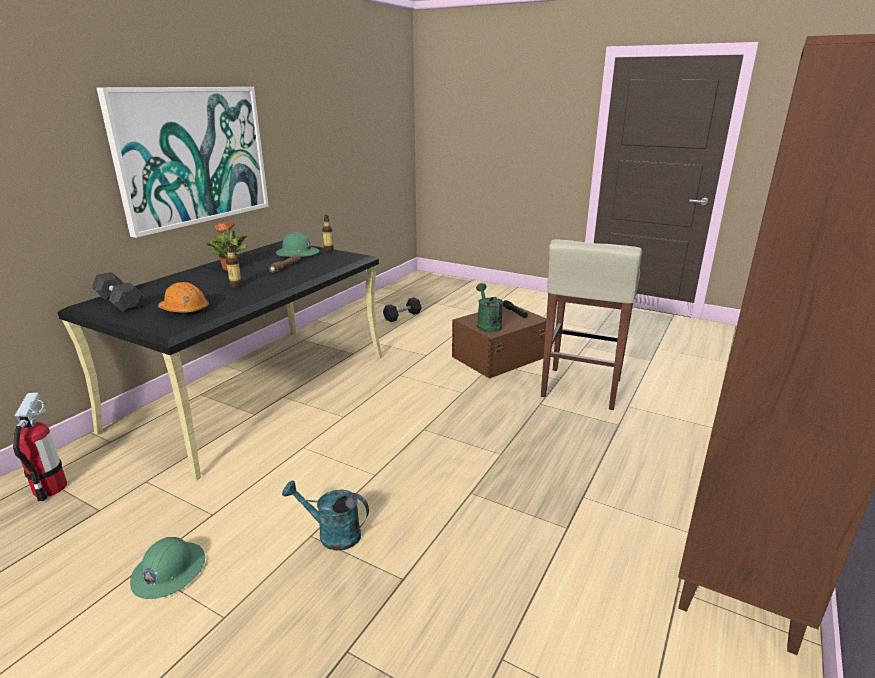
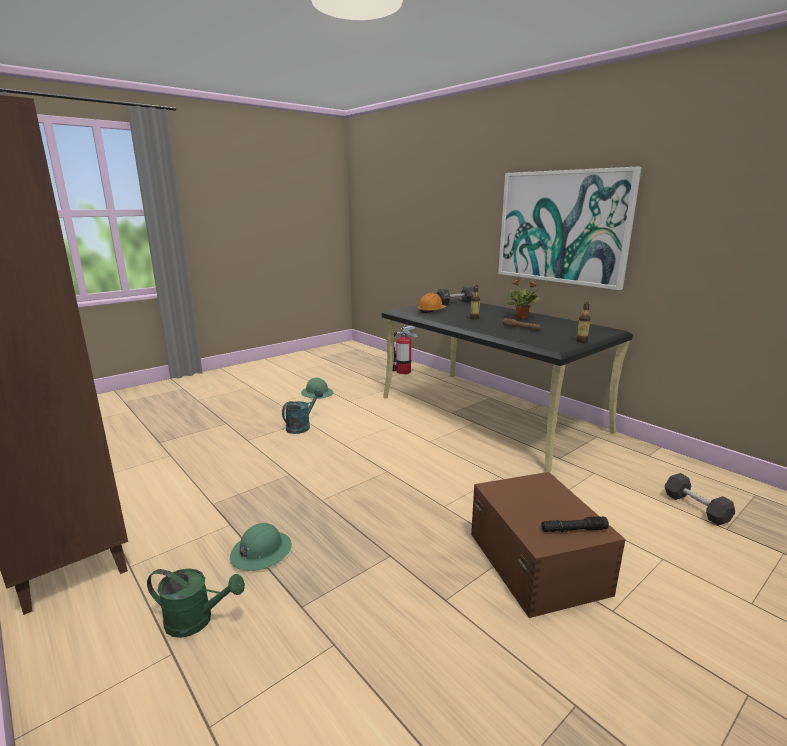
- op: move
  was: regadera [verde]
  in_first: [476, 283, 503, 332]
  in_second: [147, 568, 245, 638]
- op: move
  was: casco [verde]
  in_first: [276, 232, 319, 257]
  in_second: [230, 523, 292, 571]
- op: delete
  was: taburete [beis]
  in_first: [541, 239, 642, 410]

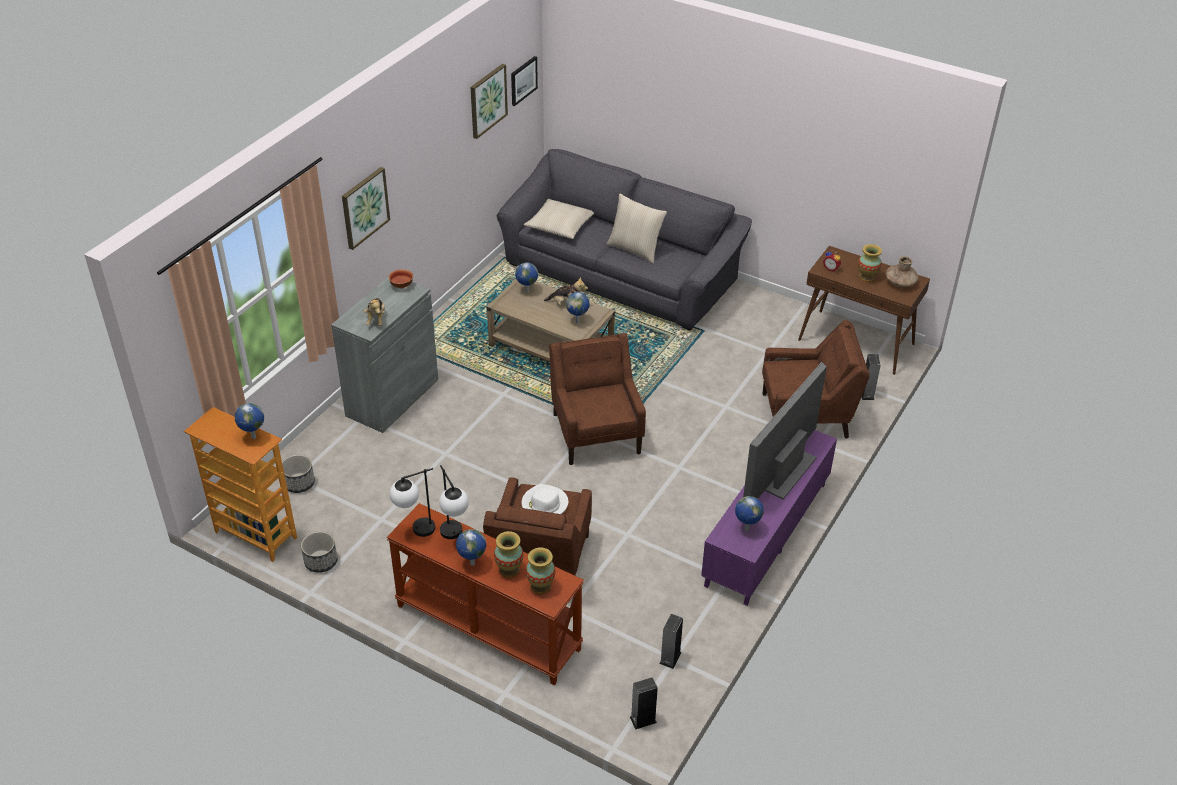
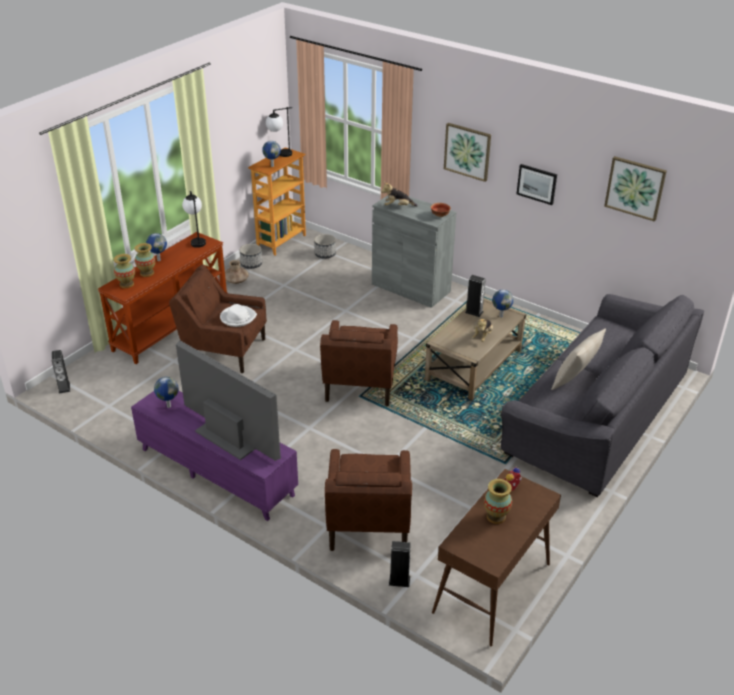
- op: move
  was: florero [marrón]
  in_first: [886, 256, 919, 287]
  in_second: [225, 260, 249, 284]
- op: move
  was: lámpara de mesa
  in_first: [439, 465, 469, 539]
  in_second: [266, 107, 292, 157]
- op: rotate
  was: sillón [marrón]
  in_first: [549, 333, 646, 465]
  in_second: [320, 320, 398, 406]
  clockwise: 105
- op: move
  was: altavoz
  in_first: [659, 614, 683, 669]
  in_second: [465, 275, 486, 317]
- op: move
  was: cuadro
  in_first: [511, 56, 538, 106]
  in_second: [517, 164, 557, 205]
- op: delete
  was: cojín [beis]
  in_first: [524, 199, 594, 239]
- op: delete
  was: globo terráqueo
  in_first: [566, 292, 590, 323]

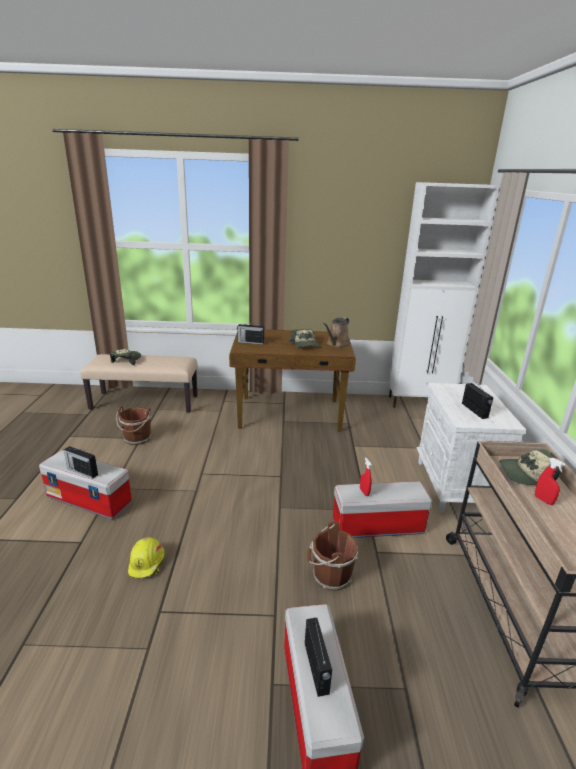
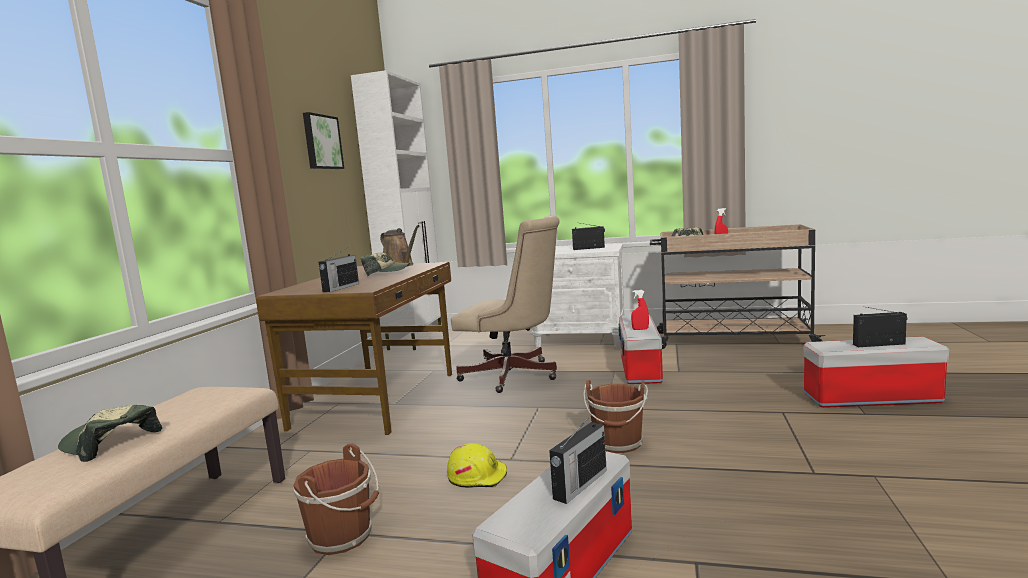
- op: insert
  now: cuadro
  in_second: [303, 112, 344, 169]
- op: move
  was: casco [amarillo]
  in_first: [128, 537, 165, 579]
  in_second: [447, 443, 507, 488]
- op: insert
  now: silla de oficina [beis]
  in_second: [451, 215, 560, 393]
- op: move
  was: cubo [marrón]
  in_first: [307, 521, 358, 590]
  in_second: [583, 380, 648, 453]

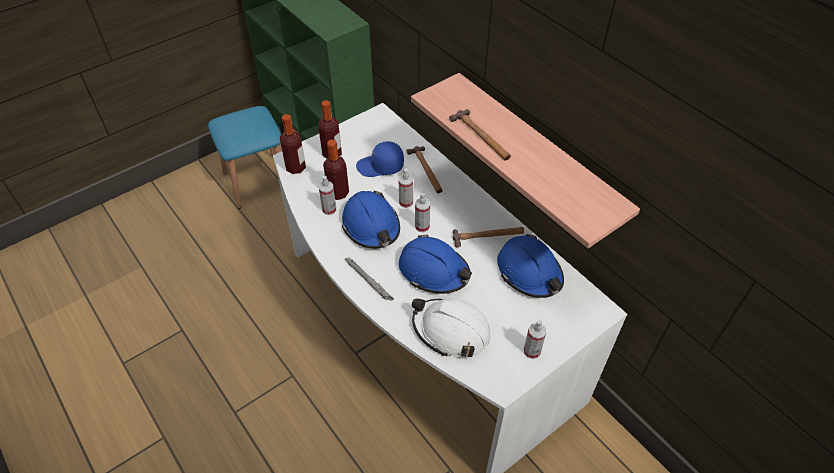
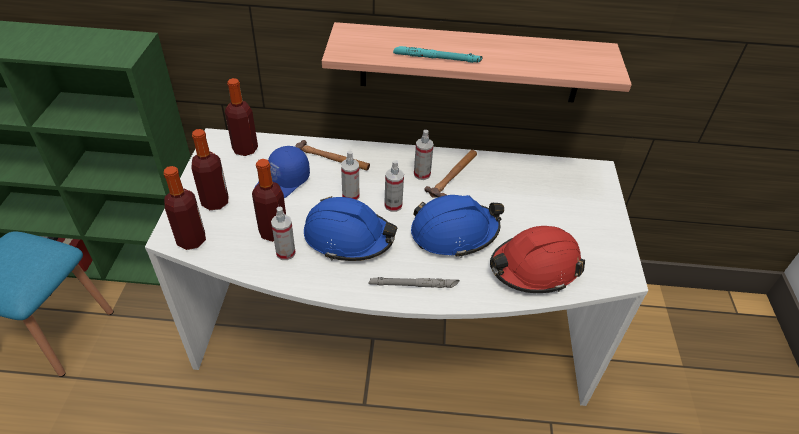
- op: insert
  now: botella
  in_second: [225, 78, 258, 156]
- op: replace
  was: martillo
  now: linterna [turquesa]
  in_first: [449, 109, 511, 161]
  in_second: [393, 46, 483, 63]
- op: move
  was: pulverizador
  in_first: [524, 320, 546, 359]
  in_second: [414, 130, 434, 180]
- op: recolor
  was: casco [blanco]
  now: casco [rojo]
  in_first: [412, 298, 491, 357]
  in_second: [490, 226, 585, 293]
- op: delete
  was: casco [azul]
  in_first: [497, 234, 564, 298]

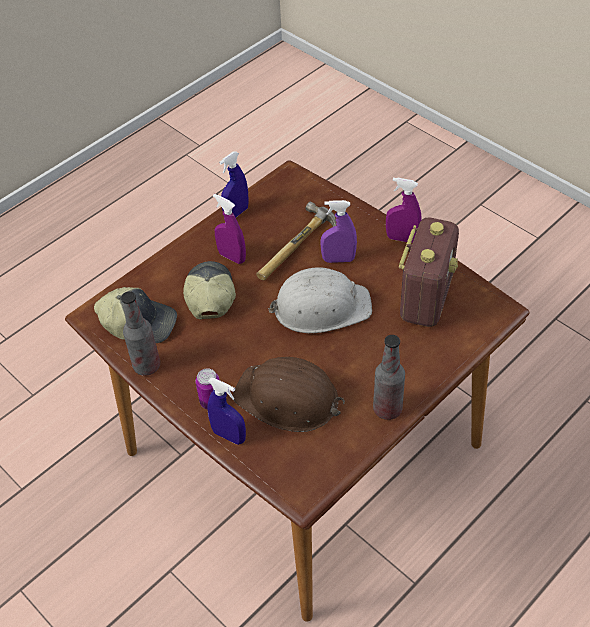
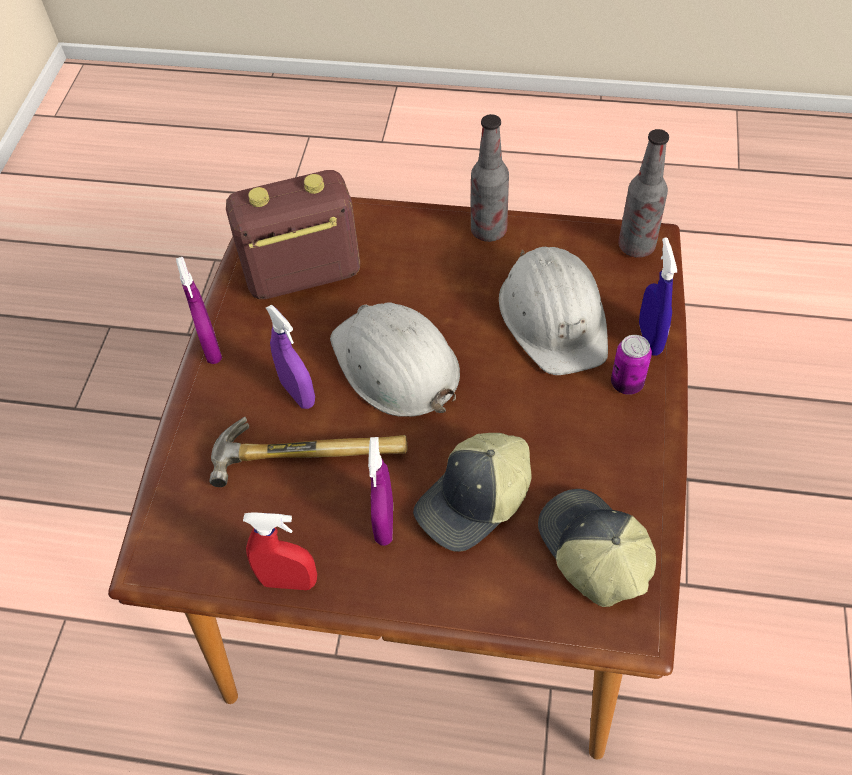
- op: recolor
  was: pulverizador [azul]
  now: pulverizador [rojo]
  in_first: [219, 152, 249, 218]
  in_second: [243, 512, 317, 590]
- op: recolor
  was: casco [marrón]
  now: casco [blanco]
  in_first: [233, 357, 345, 432]
  in_second: [499, 247, 608, 375]
- op: move
  was: botella
  in_first: [121, 291, 160, 376]
  in_second: [618, 129, 669, 258]

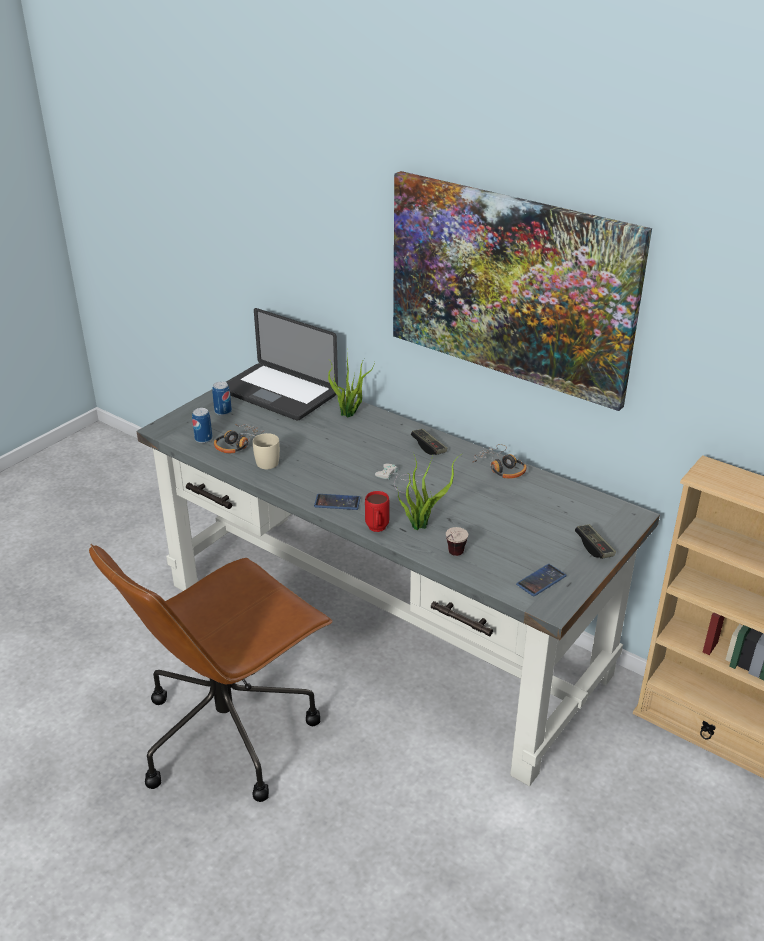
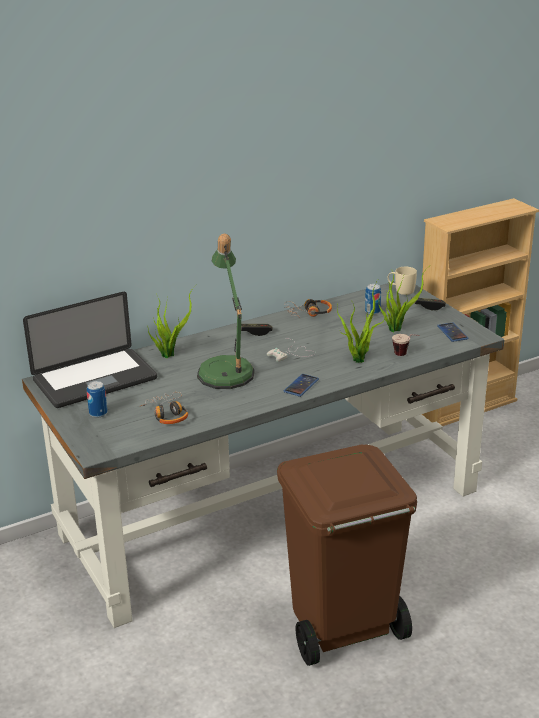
- op: insert
  now: lámpara de mesa
  in_second: [197, 234, 255, 389]
- op: replace
  was: silla de oficina [marrón]
  now: papelera [marrón]
  in_first: [89, 544, 333, 802]
  in_second: [277, 444, 417, 666]
- op: move
  was: lata
  in_first: [192, 408, 213, 443]
  in_second: [365, 284, 381, 315]
- op: insert
  now: planta en maceta
  in_second: [378, 265, 431, 332]
- op: move
  was: taza grande [beis]
  in_first: [253, 433, 280, 469]
  in_second: [388, 267, 417, 295]
- op: delete
  was: taza grande [rojo]
  in_first: [365, 491, 390, 532]
- op: delete
  was: cuadro
  in_first: [393, 171, 652, 411]

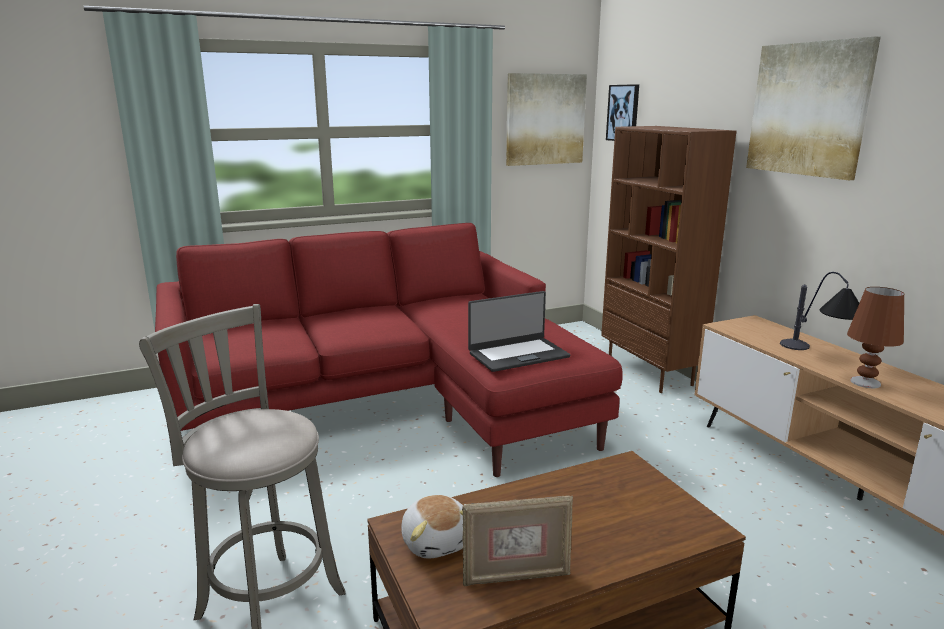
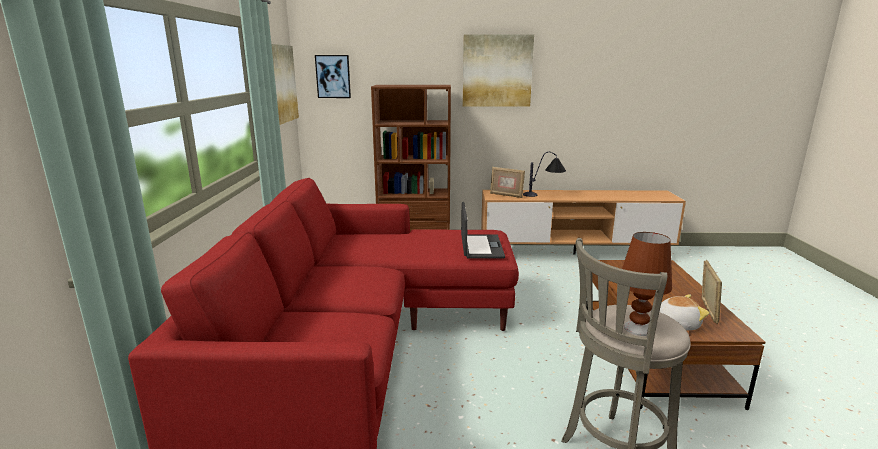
- op: insert
  now: portarretratos
  in_second: [490, 167, 525, 198]
- op: move
  was: lámpara de mesa [marrón]
  in_first: [847, 287, 904, 388]
  in_second: [622, 232, 672, 336]

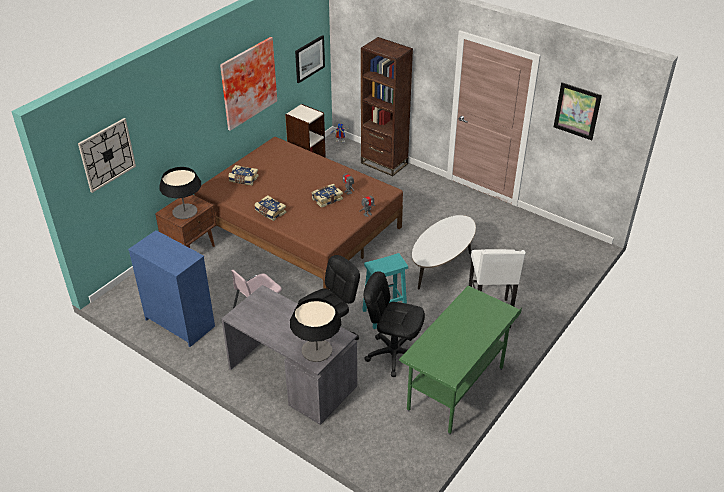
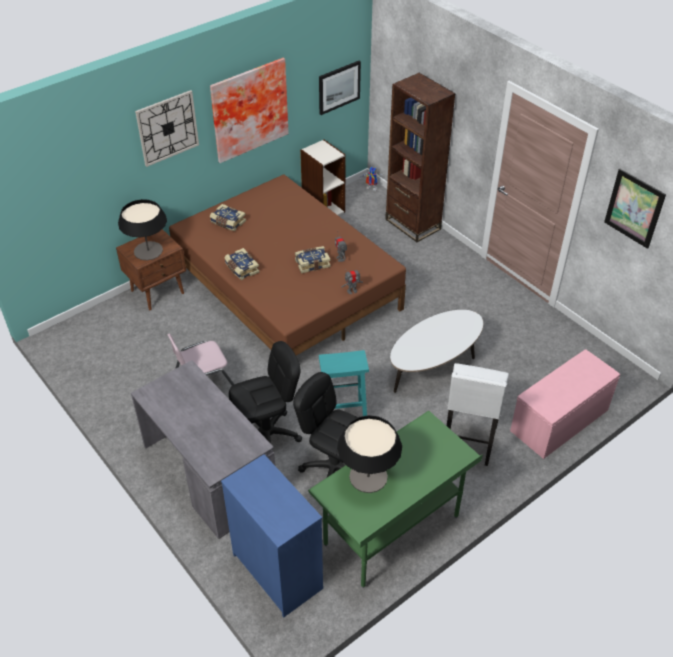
- op: move
  was: reloj de pared
  in_first: [78, 118, 136, 193]
  in_second: [135, 90, 199, 167]
- op: move
  was: cómoda [azul]
  in_first: [128, 230, 215, 347]
  in_second: [221, 454, 323, 617]
- op: move
  was: lámpara de mesa
  in_first: [290, 298, 341, 362]
  in_second: [337, 415, 402, 493]
- op: insert
  now: banco [rosa]
  in_second: [510, 349, 620, 459]

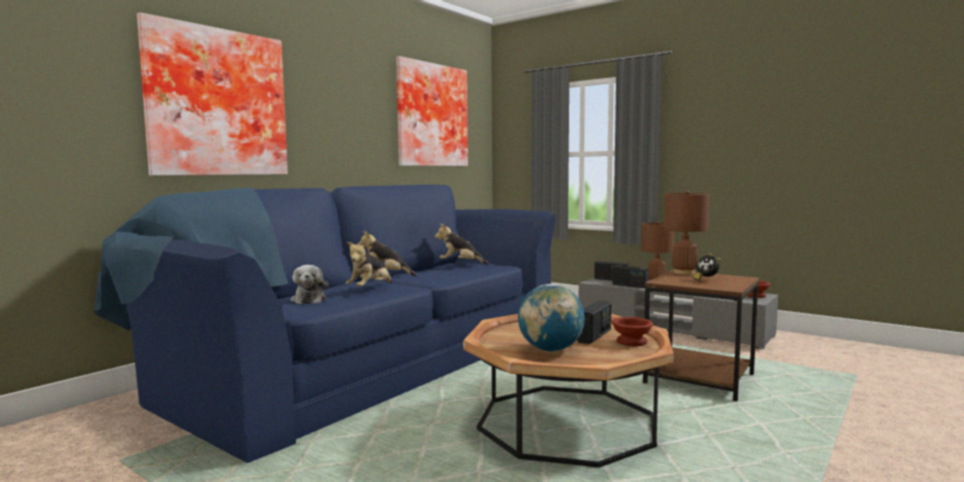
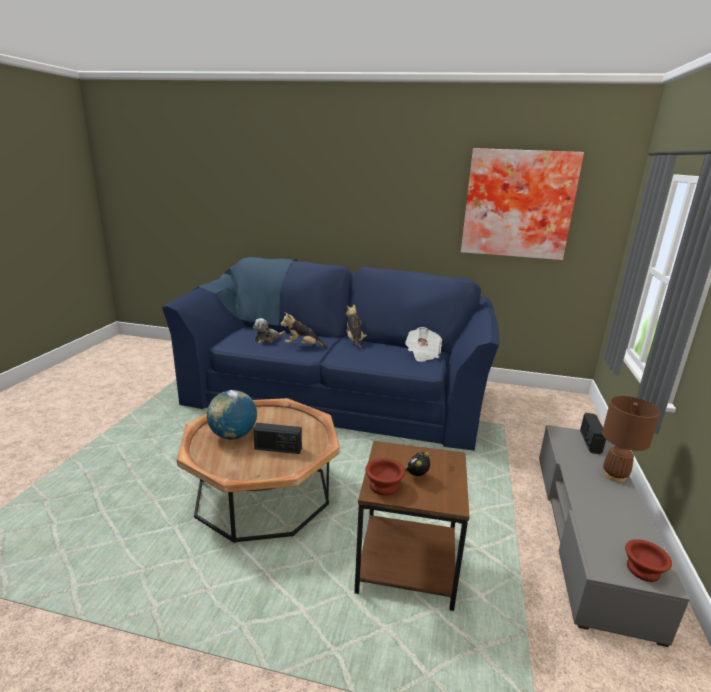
- op: move
  was: cuenco [marrón]
  in_first: [612, 317, 653, 346]
  in_second: [365, 458, 405, 496]
- op: replace
  was: peluche
  now: periódico
  in_first: [435, 224, 489, 265]
  in_second: [405, 327, 442, 362]
- op: delete
  was: cuadro
  in_first: [137, 12, 288, 176]
- op: delete
  was: radio
  in_first: [612, 265, 649, 288]
- op: delete
  was: lámpara de mesa [marrón]
  in_first: [664, 190, 709, 275]

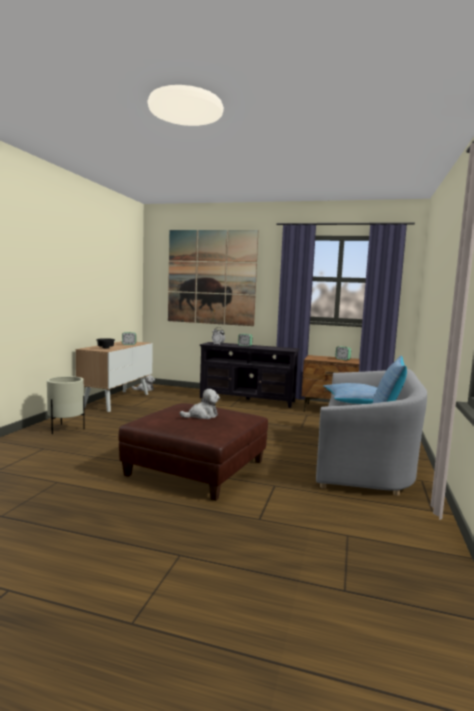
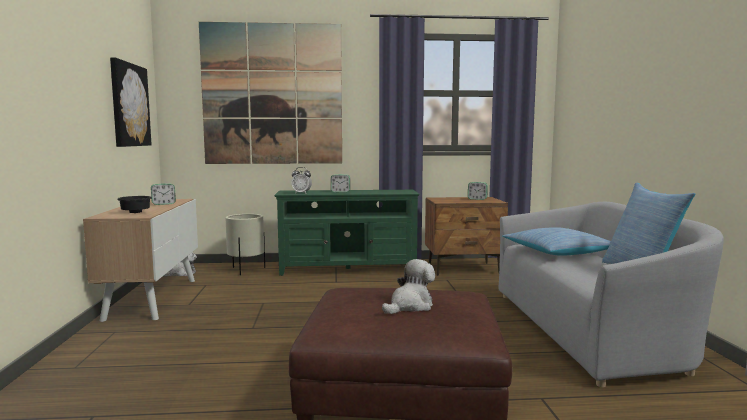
- op: insert
  now: cuadro
  in_second: [110, 57, 152, 147]
- op: move
  was: maceta [beis]
  in_first: [47, 376, 85, 434]
  in_second: [226, 214, 265, 275]
- op: recolor
  was: mueble de televisión [negro]
  now: mueble de televisión [verde]
  in_first: [200, 342, 300, 408]
  in_second: [274, 190, 419, 276]

